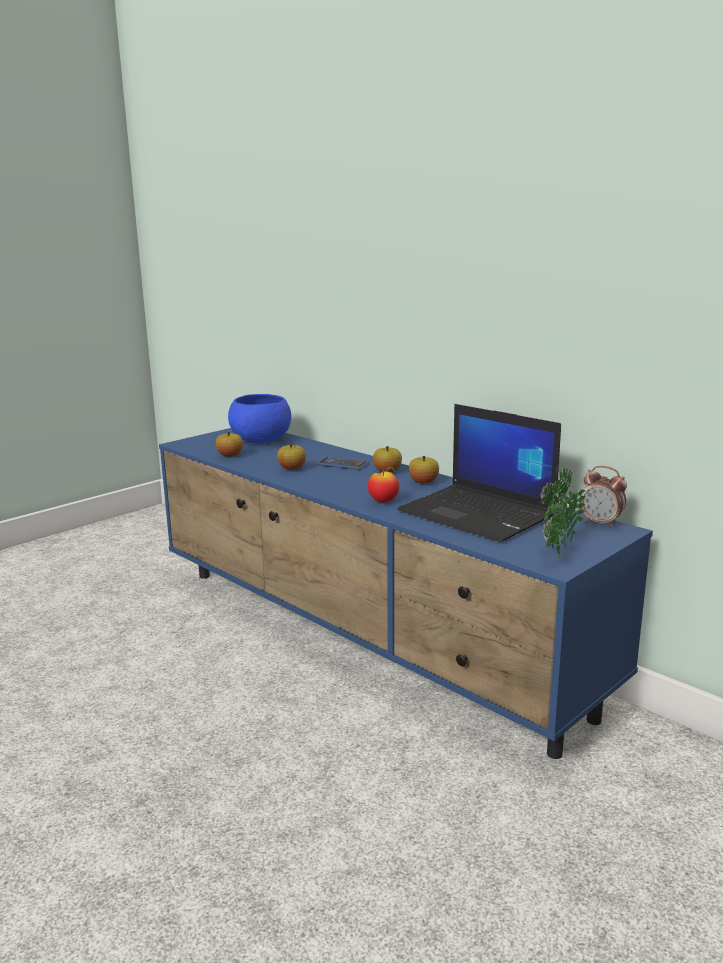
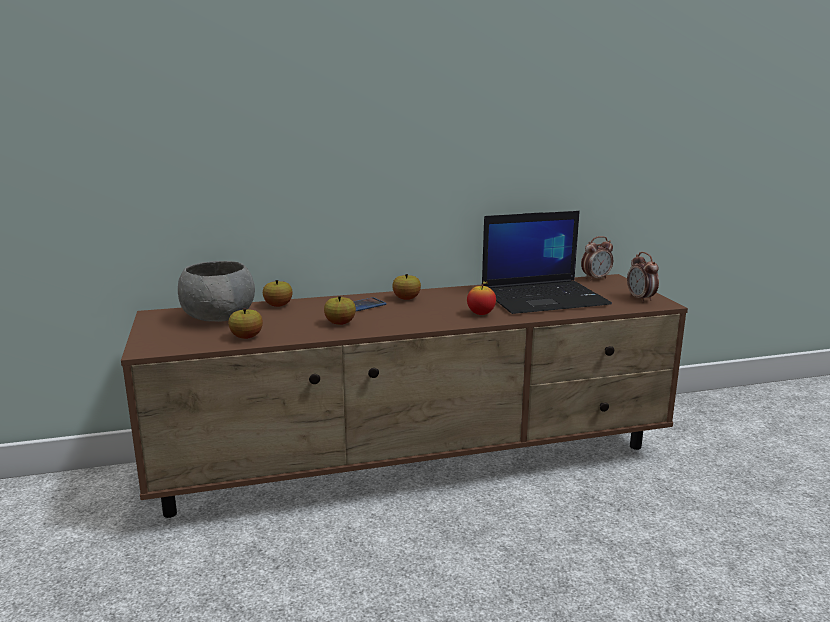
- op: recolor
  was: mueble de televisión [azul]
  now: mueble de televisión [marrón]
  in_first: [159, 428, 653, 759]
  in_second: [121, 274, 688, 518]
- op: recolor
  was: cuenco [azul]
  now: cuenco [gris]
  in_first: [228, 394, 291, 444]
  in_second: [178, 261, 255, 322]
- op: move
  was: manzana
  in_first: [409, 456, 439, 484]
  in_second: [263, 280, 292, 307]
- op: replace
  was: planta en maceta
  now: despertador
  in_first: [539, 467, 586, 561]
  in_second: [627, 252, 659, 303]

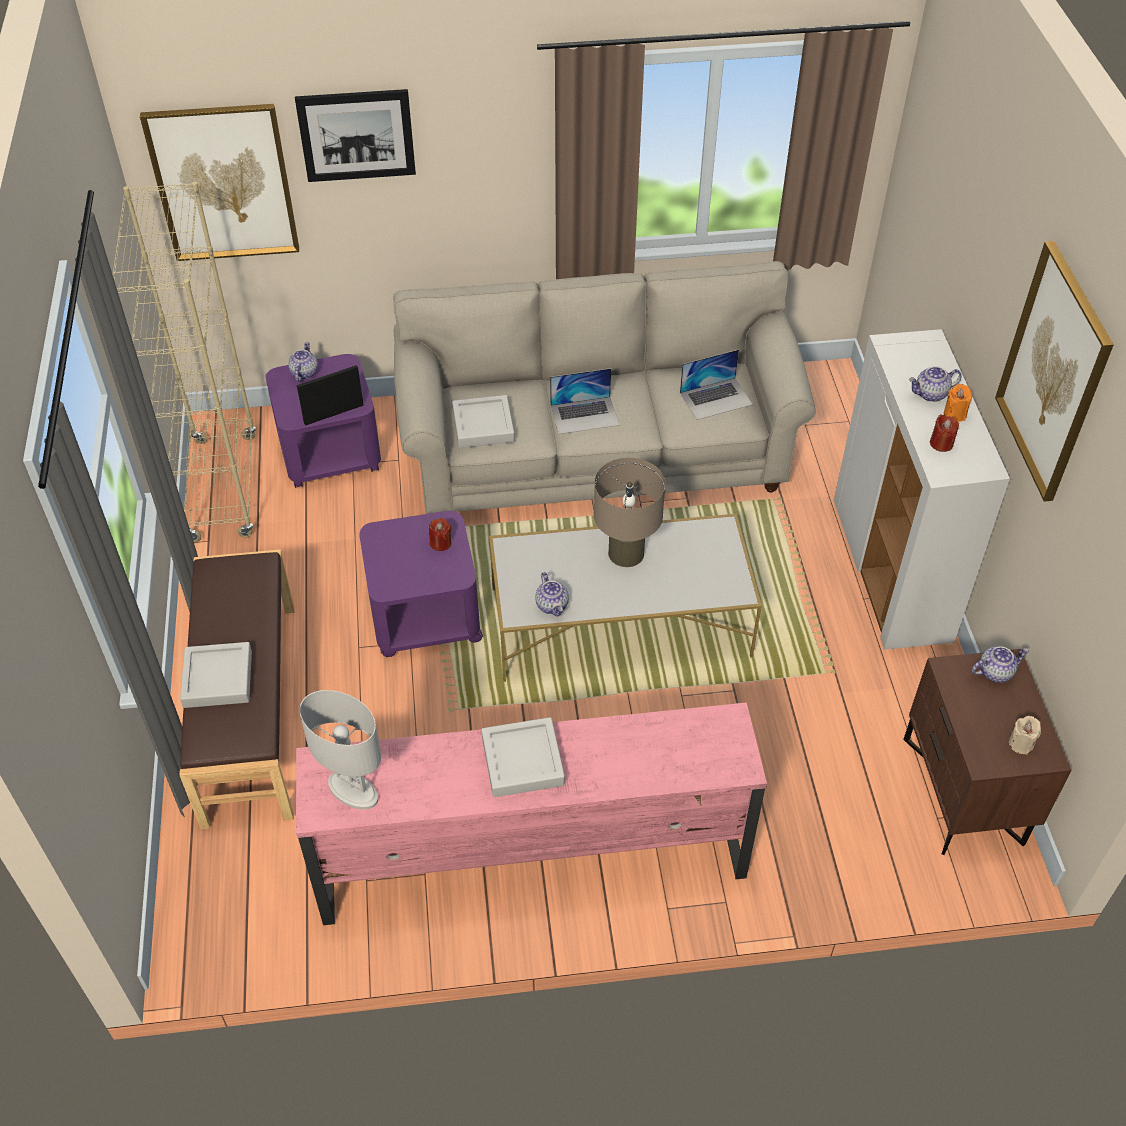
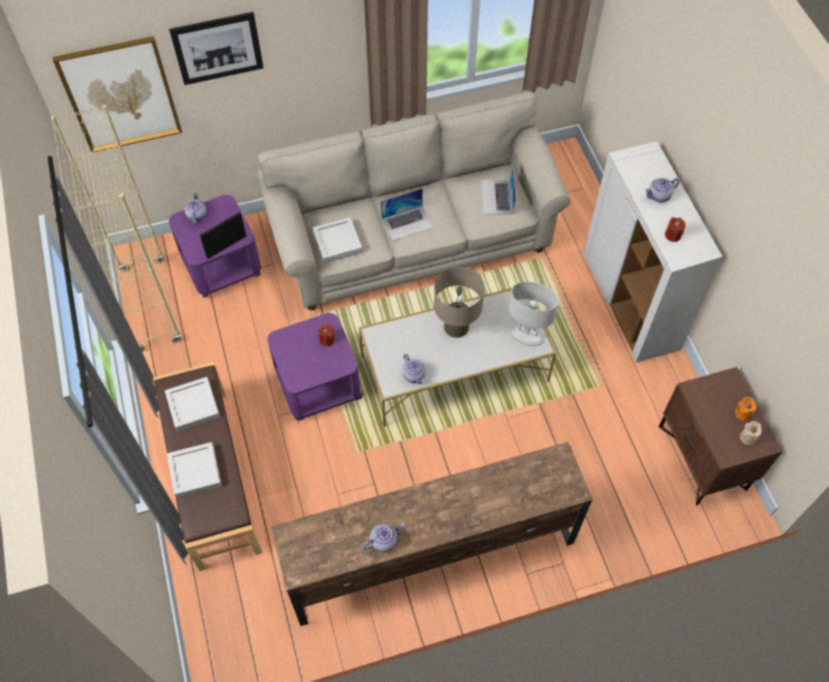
- op: move
  was: bandeja [gris]
  in_first: [481, 717, 565, 797]
  in_second: [165, 377, 220, 432]
- op: recolor
  was: mueble de televisión [rosa]
  now: mueble de televisión [marrón]
  in_first: [296, 702, 767, 925]
  in_second: [271, 442, 593, 626]
- op: move
  was: tetera
  in_first: [972, 646, 1029, 683]
  in_second: [363, 524, 404, 552]
- op: rotate
  was: portátil
  in_first: [680, 349, 753, 420]
  in_second: [481, 162, 516, 215]
  clockwise: 120
- op: move
  was: lámpara de mesa [blanco]
  in_first: [300, 690, 381, 809]
  in_second: [509, 282, 559, 346]
- op: move
  was: vela [naranja]
  in_first: [944, 384, 972, 422]
  in_second: [735, 397, 757, 421]
- op: delete
  was: cuadro
  in_first: [995, 241, 1114, 502]

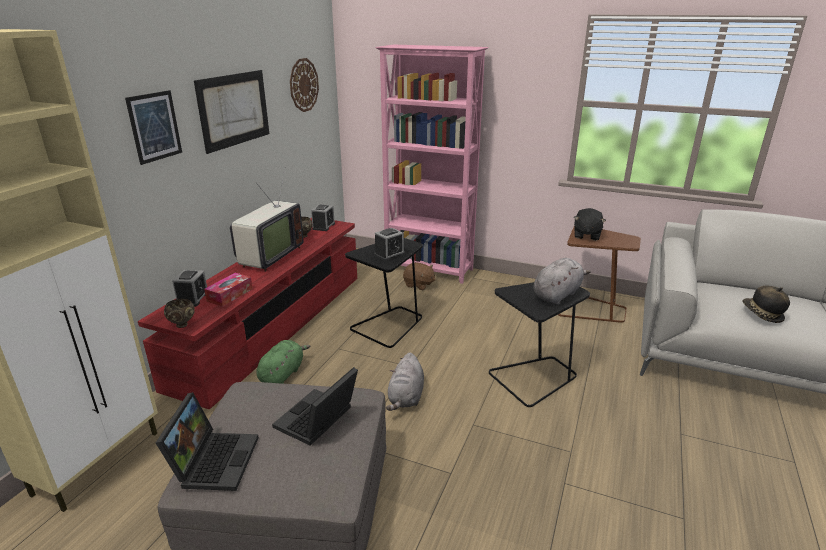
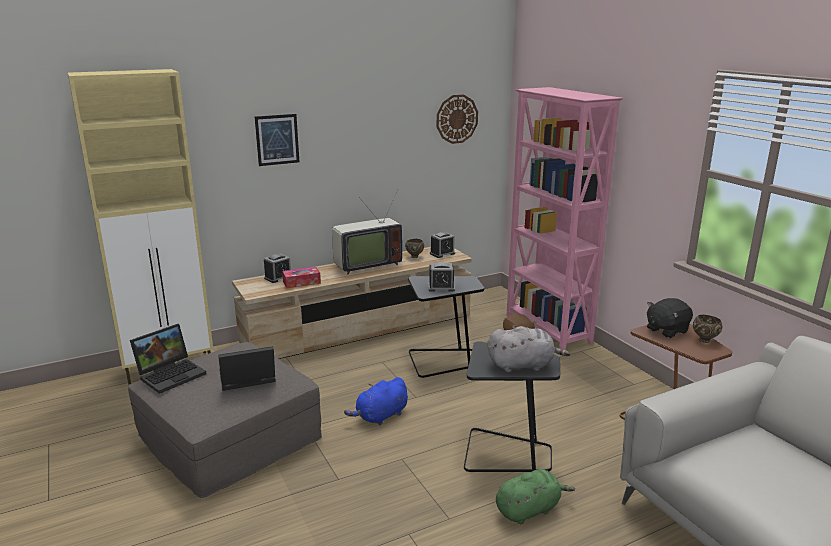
- op: recolor
  was: mueble de televisión [rojo]
  now: mueble de televisión [beis]
  in_first: [138, 217, 357, 409]
  in_second: [232, 247, 472, 359]
- op: recolor
  was: peluche [gris]
  now: peluche [azul]
  in_first: [386, 352, 424, 411]
  in_second: [344, 377, 408, 425]
- op: move
  was: peluche [verde]
  in_first: [257, 340, 310, 384]
  in_second: [496, 469, 575, 524]
- op: move
  was: cuenco [marrón]
  in_first: [164, 299, 195, 328]
  in_second: [693, 315, 722, 343]
- op: delete
  was: cuadro
  in_first: [194, 70, 269, 154]
- op: delete
  was: sombrero
  in_first: [743, 286, 790, 323]

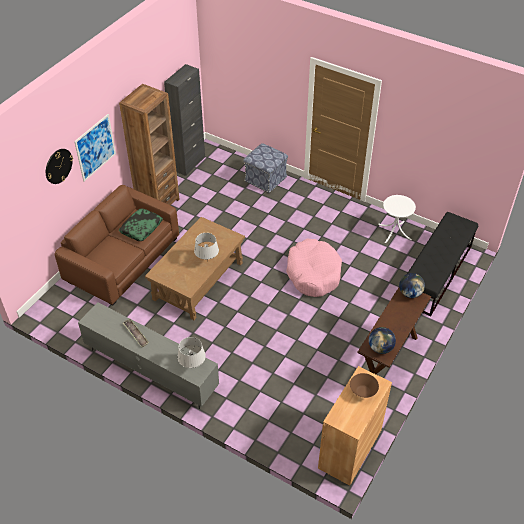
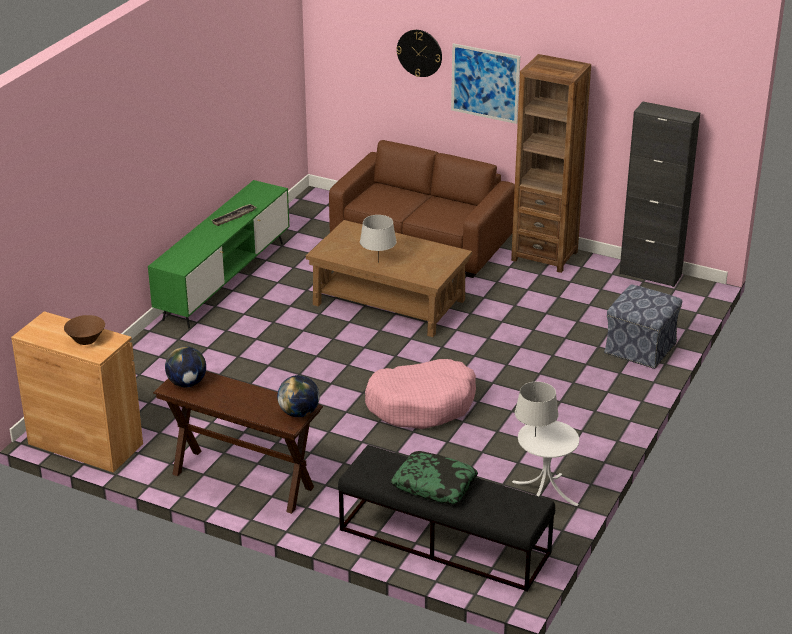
- op: recolor
  was: mueble de televisión [gris]
  now: mueble de televisión [verde]
  in_first: [78, 302, 219, 409]
  in_second: [148, 180, 289, 328]
- op: move
  was: cojín
  in_first: [119, 208, 163, 241]
  in_second: [391, 451, 478, 504]
- op: move
  was: lámpara de mesa [gris]
  in_first: [177, 337, 206, 368]
  in_second: [515, 382, 559, 437]

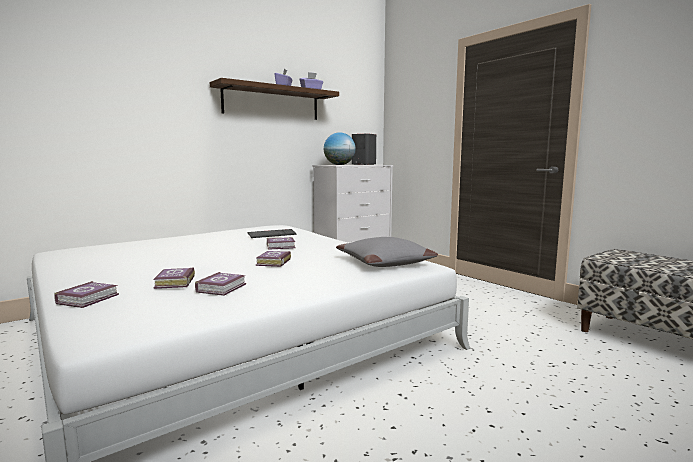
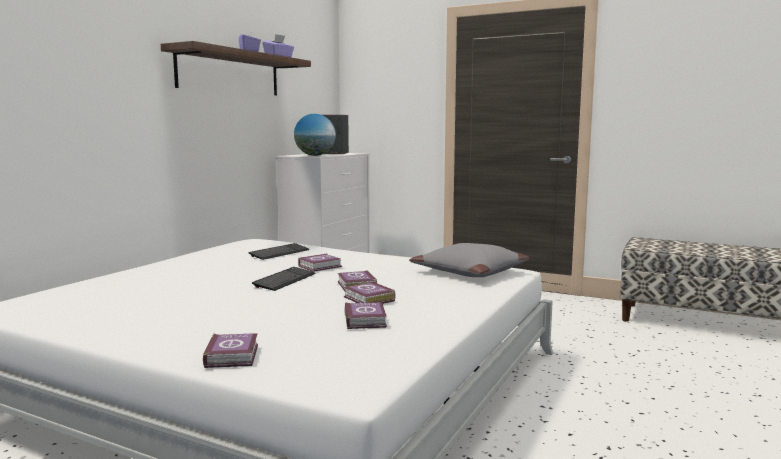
- op: insert
  now: teclado
  in_second: [252, 267, 316, 291]
- op: move
  was: libro
  in_first: [153, 267, 195, 289]
  in_second: [344, 282, 395, 304]

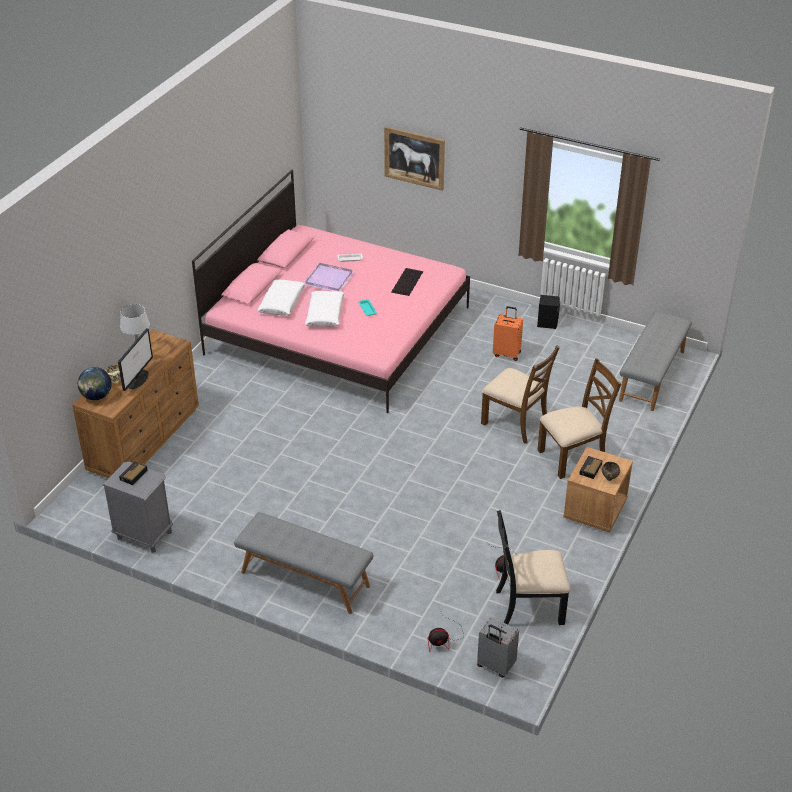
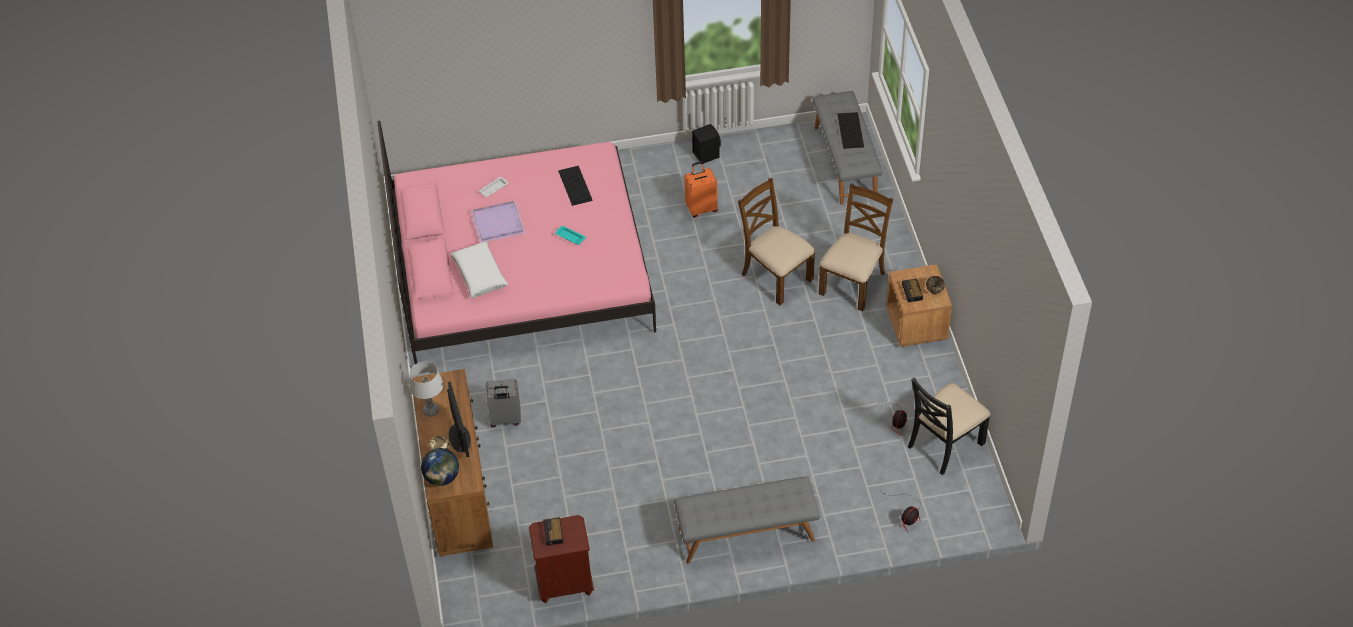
- op: move
  was: maleta [gris]
  in_first: [477, 617, 519, 678]
  in_second: [486, 379, 521, 428]
- op: recolor
  was: mesita de noche [gris]
  now: mesita de noche [marrón]
  in_first: [102, 462, 173, 553]
  in_second: [529, 515, 594, 603]
- op: rotate
  was: silla [marrón]
  in_first: [481, 345, 560, 444]
  in_second: [738, 178, 815, 305]
  clockwise: -135
- op: insert
  now: teclado
  in_second: [837, 112, 864, 149]
- op: delete
  was: cojín [blanco]
  in_first: [305, 291, 345, 327]
- op: delete
  was: cuadro
  in_first: [384, 126, 445, 191]

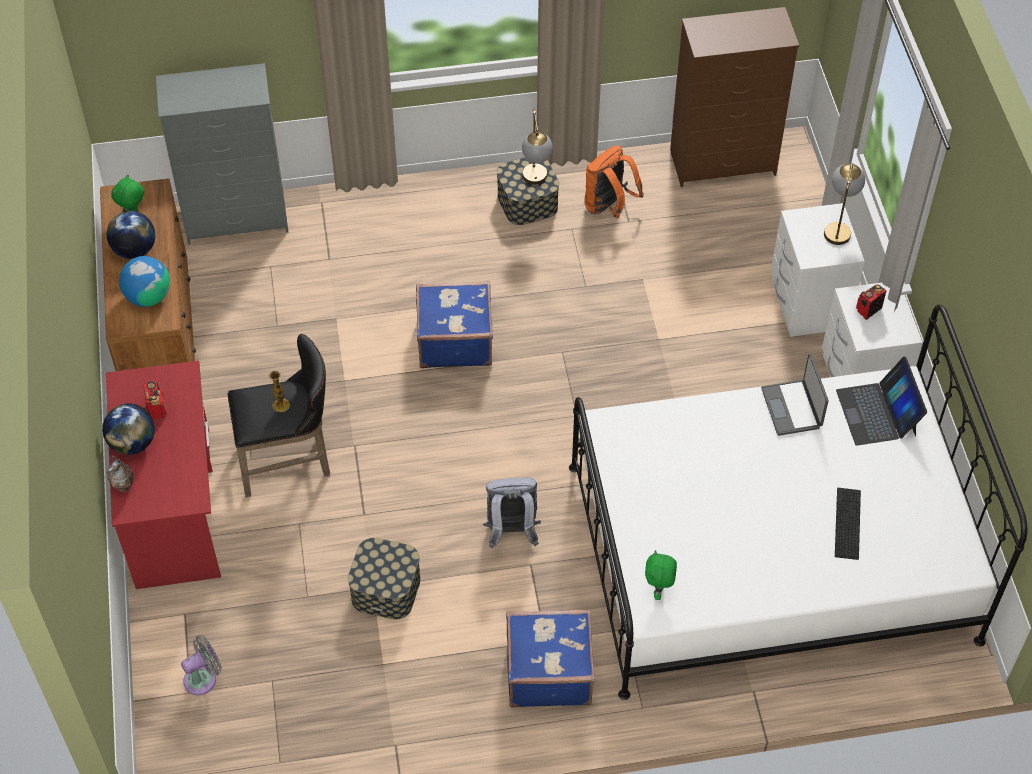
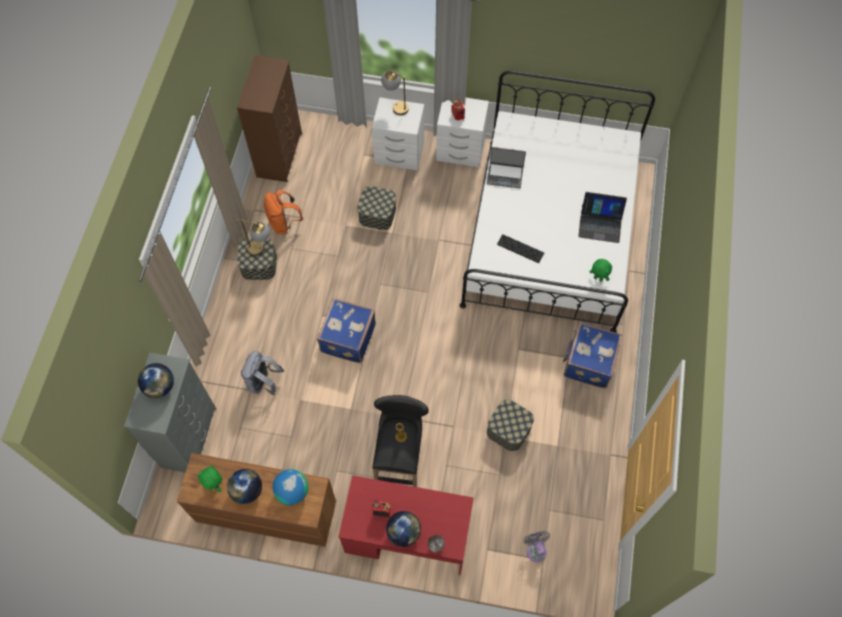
- op: insert
  now: globo terráqueo
  in_second: [138, 363, 174, 398]
- op: move
  was: mochila [gris]
  in_first: [483, 478, 541, 548]
  in_second: [241, 351, 284, 396]
- op: insert
  now: caja de almacenaje
  in_second: [357, 186, 396, 230]
- op: move
  was: teclado
  in_first: [835, 488, 861, 560]
  in_second: [497, 234, 544, 263]
- op: move
  was: portátil
  in_first: [836, 357, 927, 446]
  in_second: [578, 192, 627, 243]

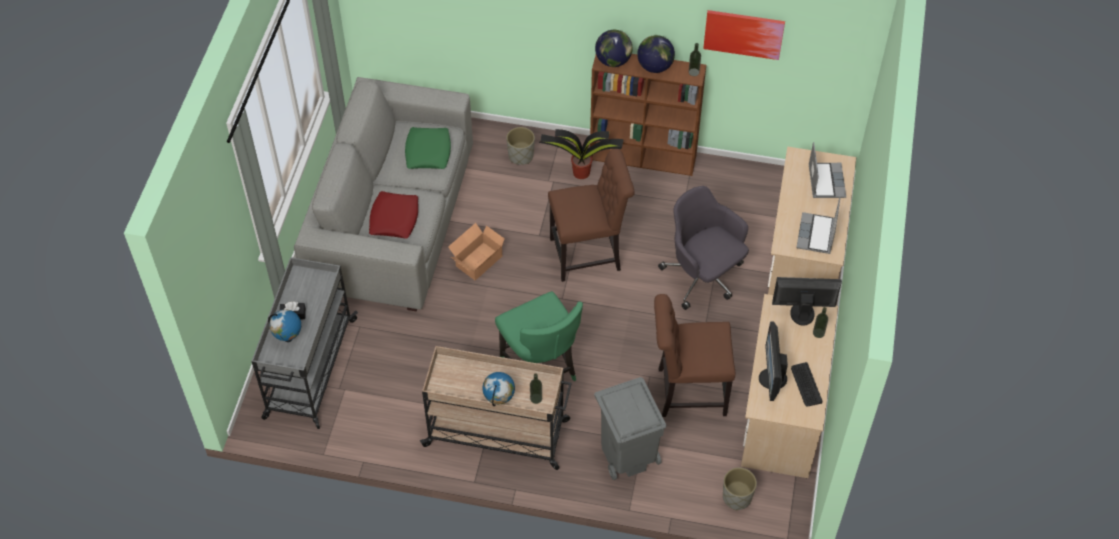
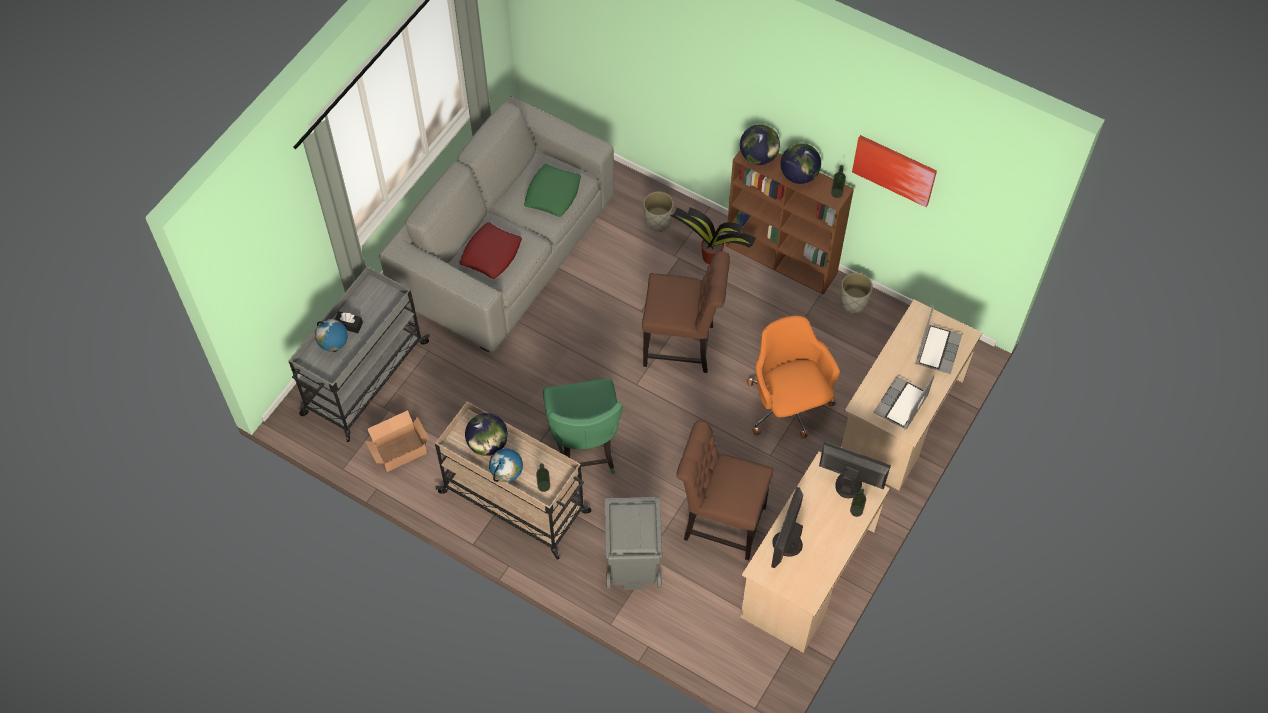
- op: move
  was: caja de cartón
  in_first: [448, 223, 505, 281]
  in_second: [365, 410, 429, 472]
- op: insert
  now: globo terráqueo
  in_second: [465, 413, 508, 456]
- op: recolor
  was: silla de oficina [gris]
  now: silla de oficina [naranja]
  in_first: [658, 186, 749, 310]
  in_second: [747, 316, 840, 438]
- op: move
  was: maceta [gris]
  in_first: [723, 467, 757, 510]
  in_second: [840, 273, 873, 313]
- op: delete
  was: teclado
  in_first: [791, 362, 822, 406]

